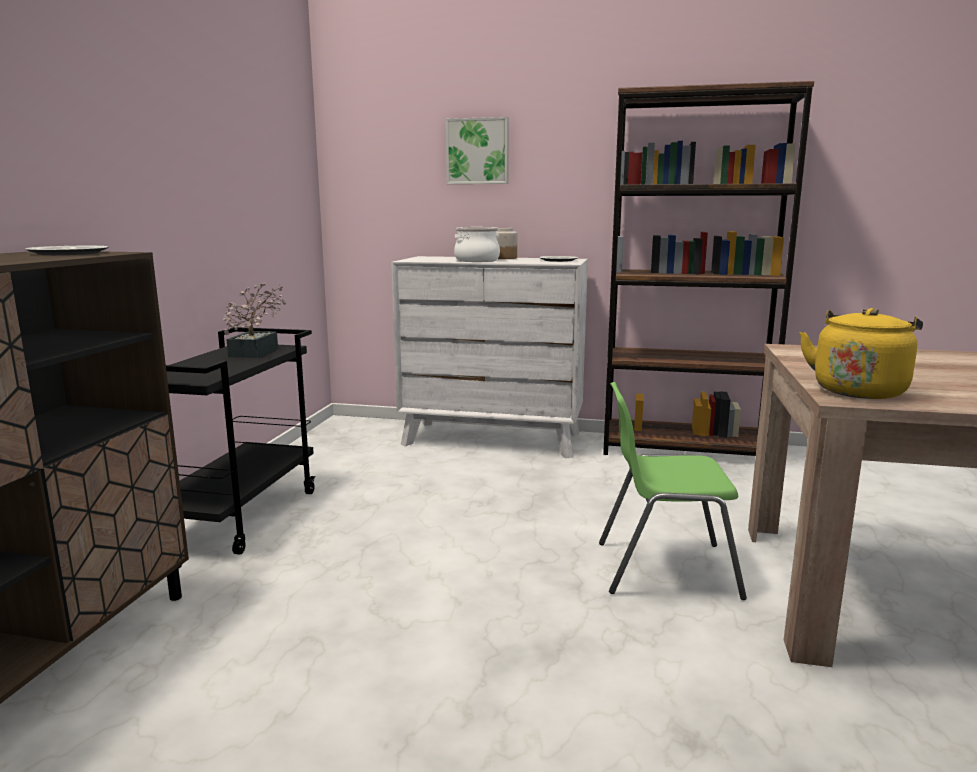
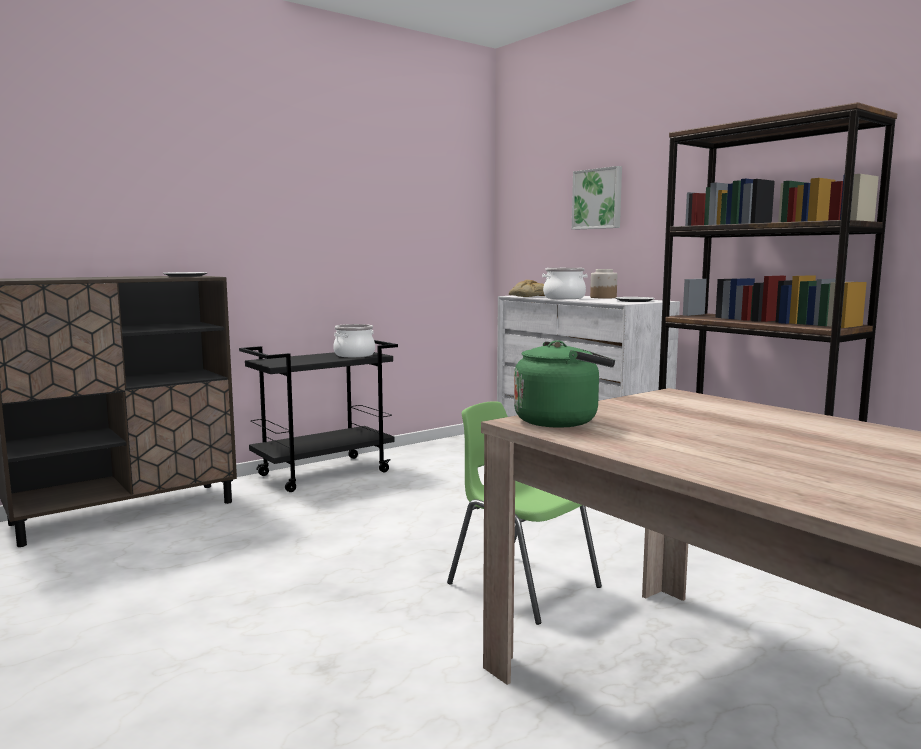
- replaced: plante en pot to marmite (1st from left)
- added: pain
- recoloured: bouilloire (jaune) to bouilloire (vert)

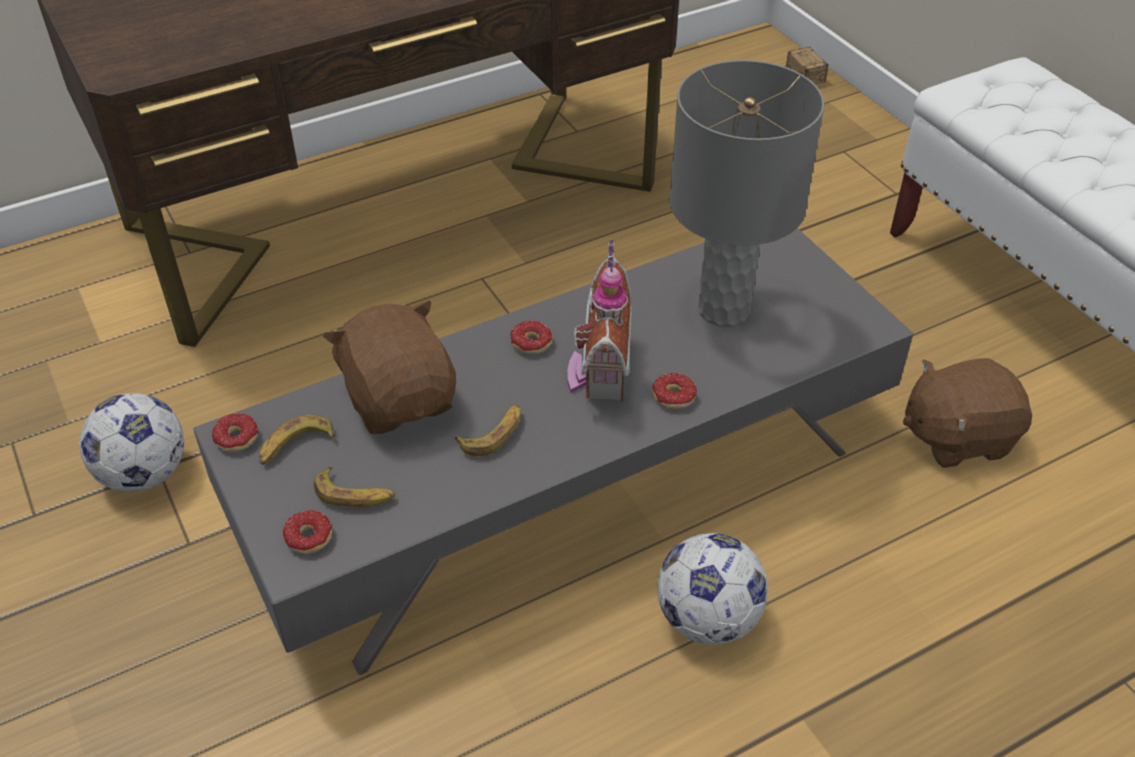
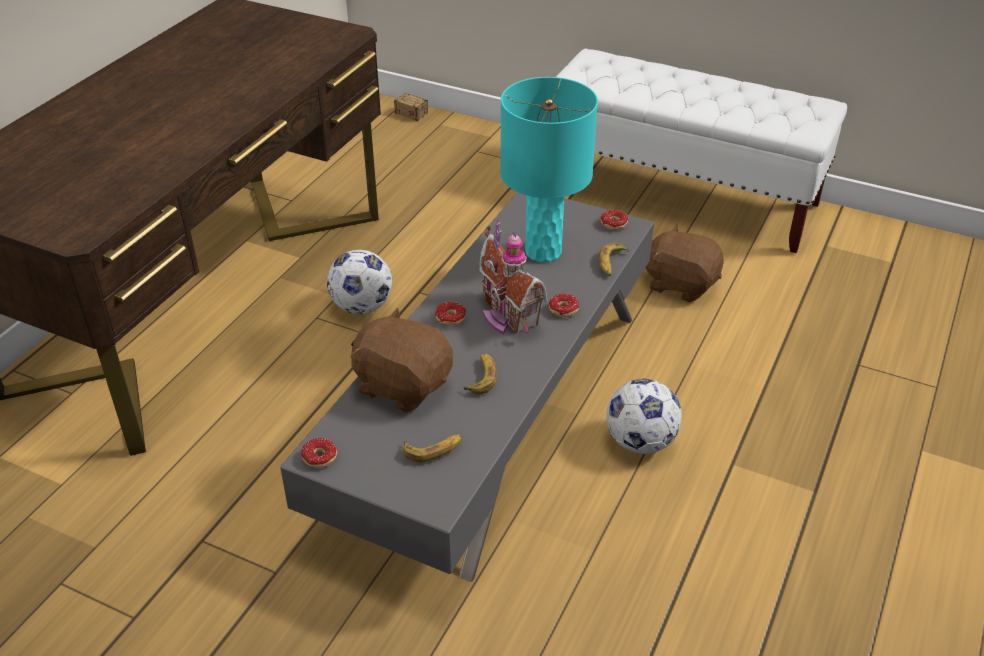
- moved: ballon de foot (1st from left)
- recoloured: lampe de table (gris) to lampe de table (turquoise)
- moved: banane (1st from left in the first image) to banane (3rd from left)
- moved: beignet (2nd from left in the first image) to beignet (4th from left)
- turned: peluche (marron) (2nd from left) 75 degrees clockwise

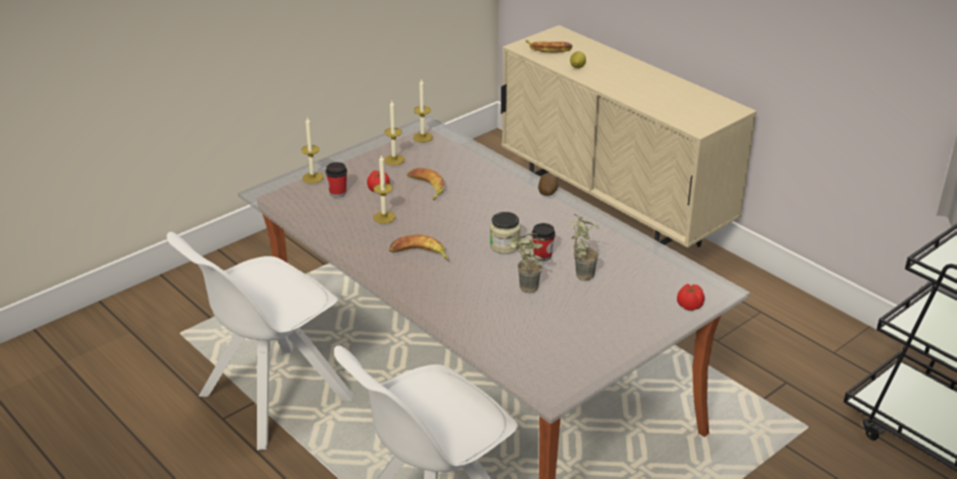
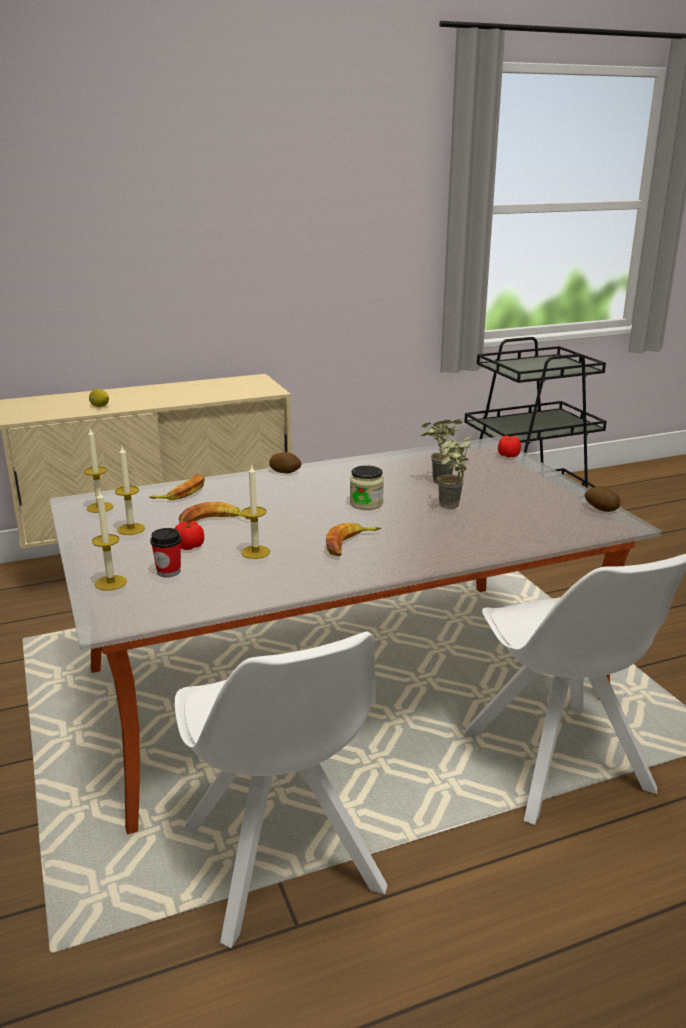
- moved: banane (3rd from left in the first image) to banane (1st from left)
- added: pomme de terre (2nd from left)
- removed: tasse (2nd from left)

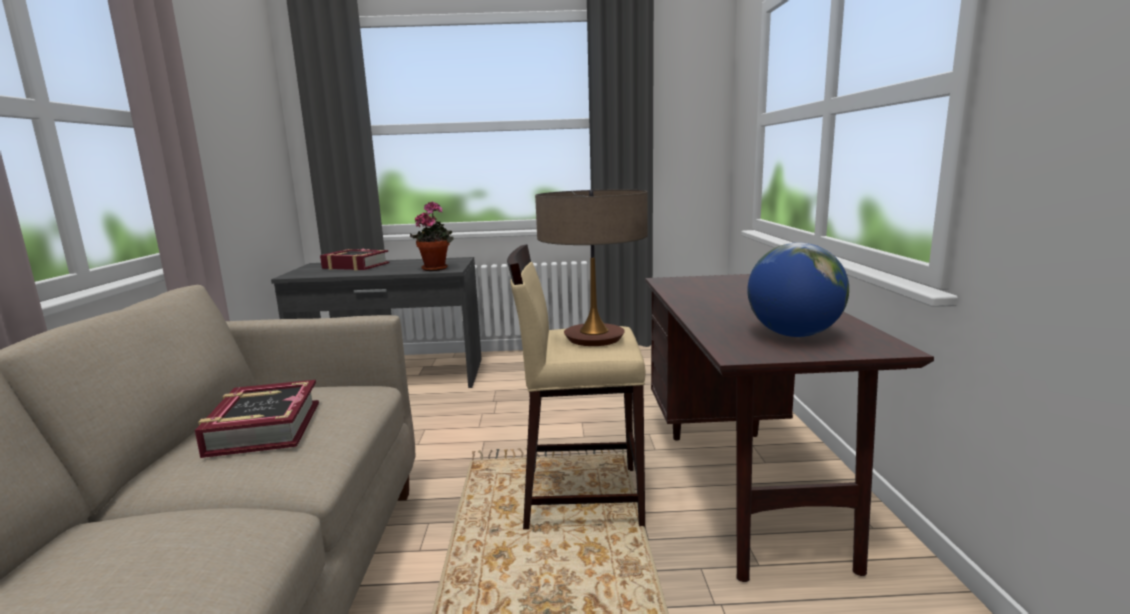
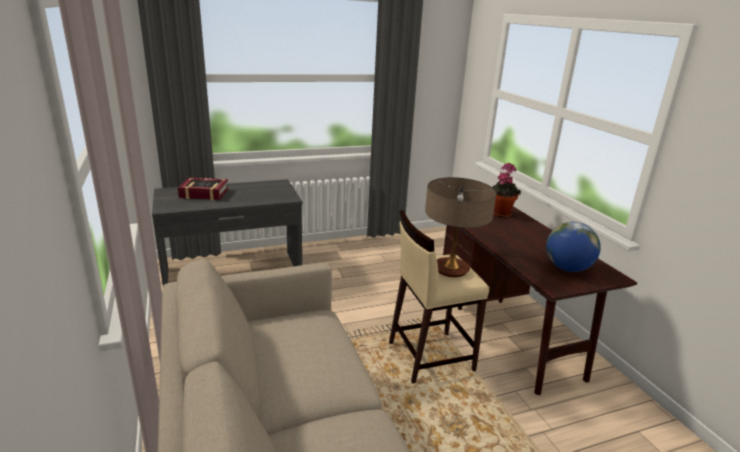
- moved: plante en pot
- removed: livre (1st from left)

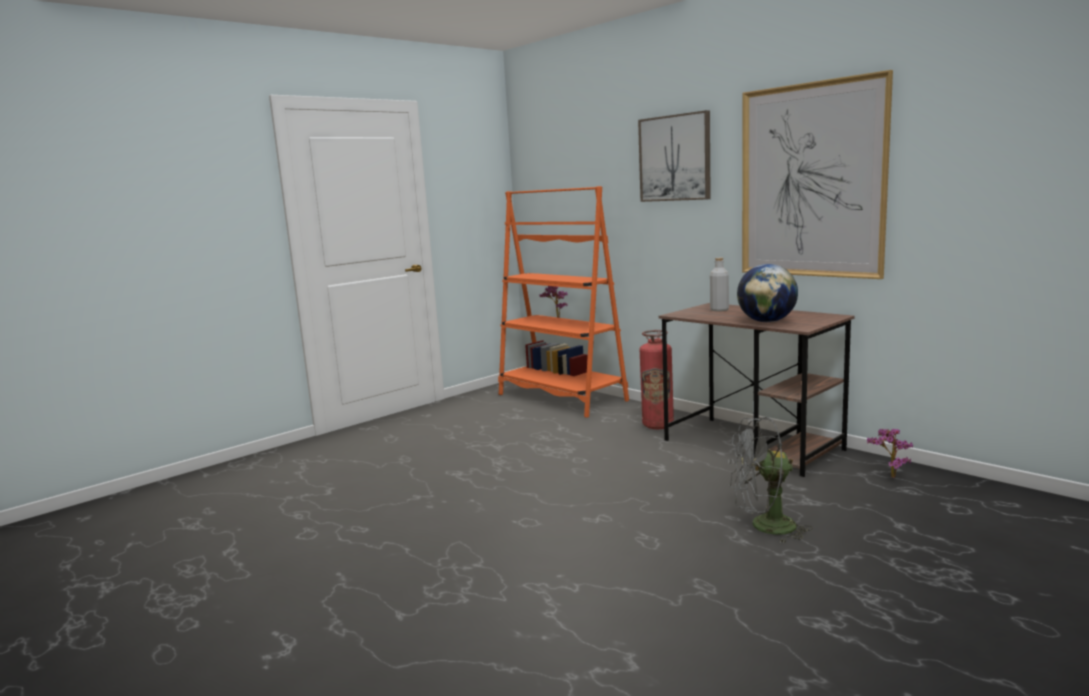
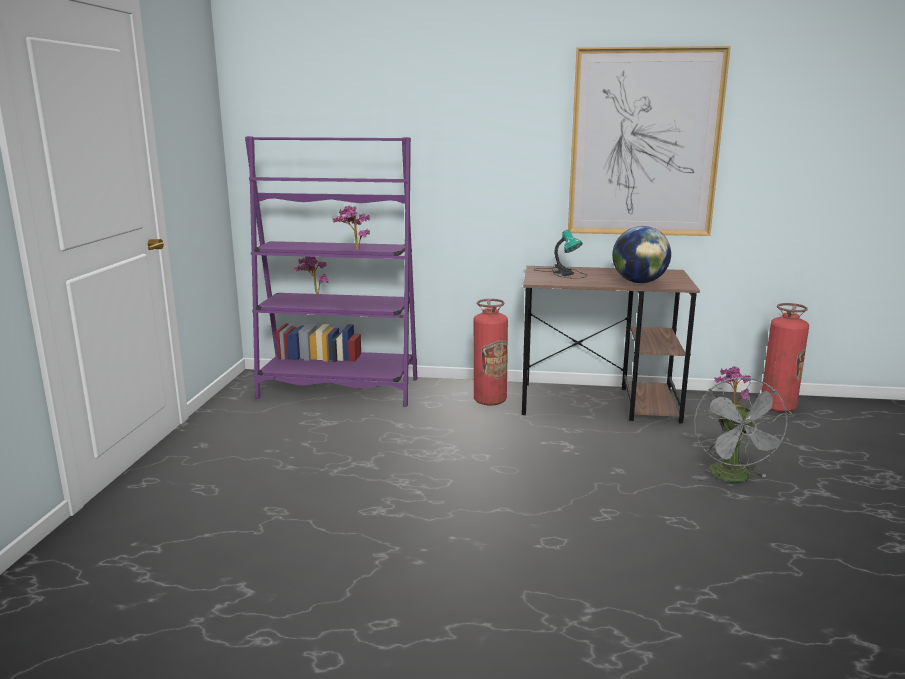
- recoloured: bibliothèque (orange) to bibliothèque (violet)
- added: plante en pot (2nd from left)
- replaced: bouteille (gris) to lampe de table
- turned: ventilateur (gris) 45 degrees counterclockwise
- added: extincteur (2nd from left)
- removed: tableau (1st from left)

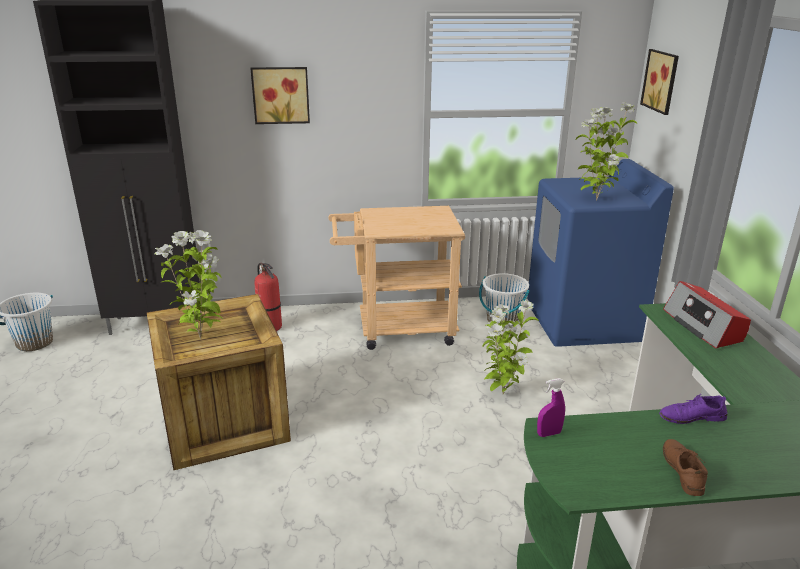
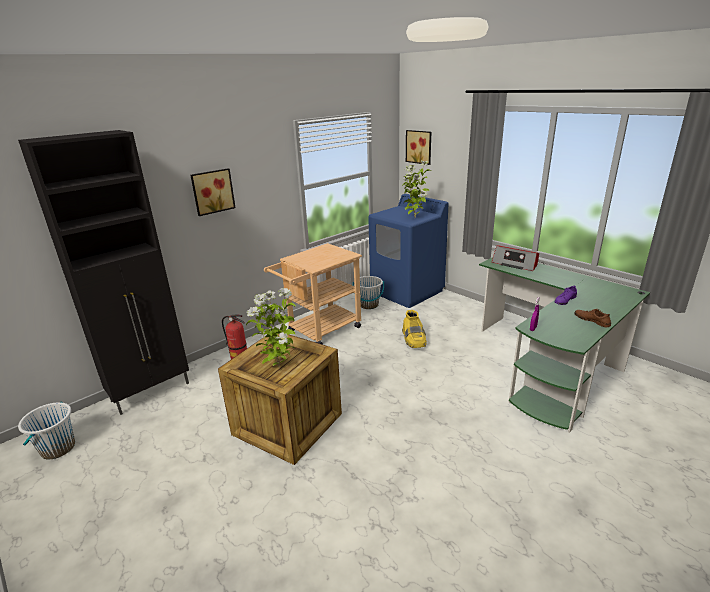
- replaced: plante en pot (2nd from left) to botte (jaune)

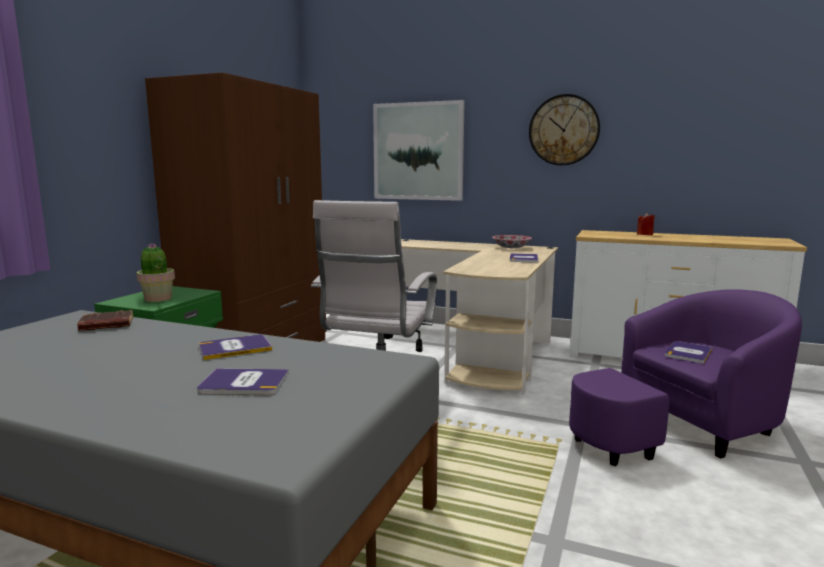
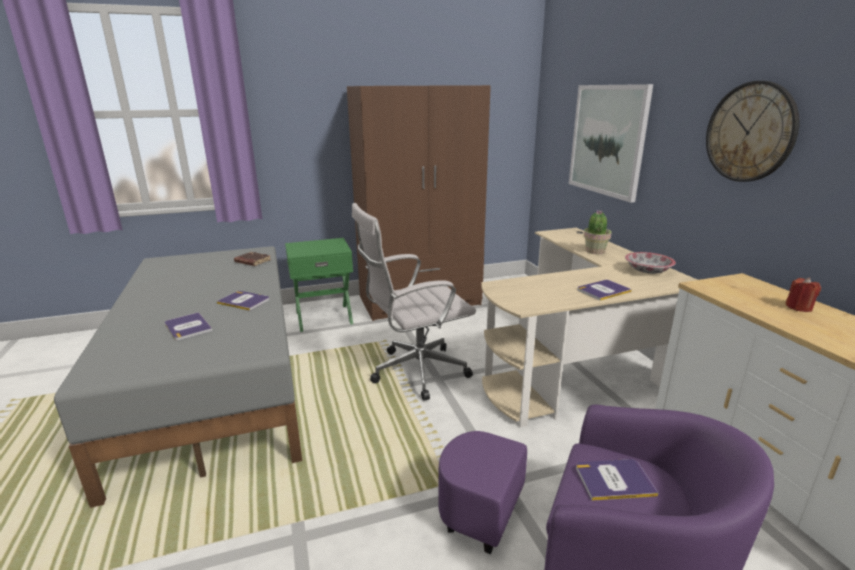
- moved: plante en pot

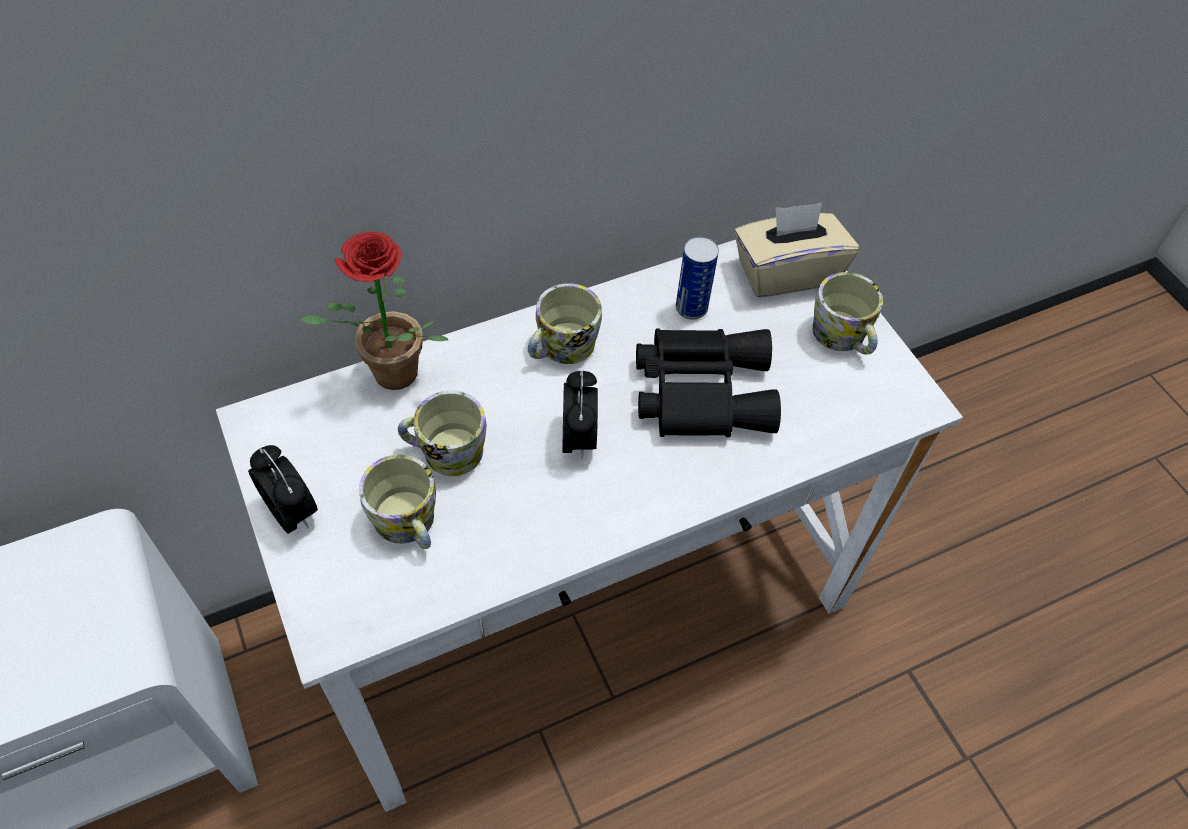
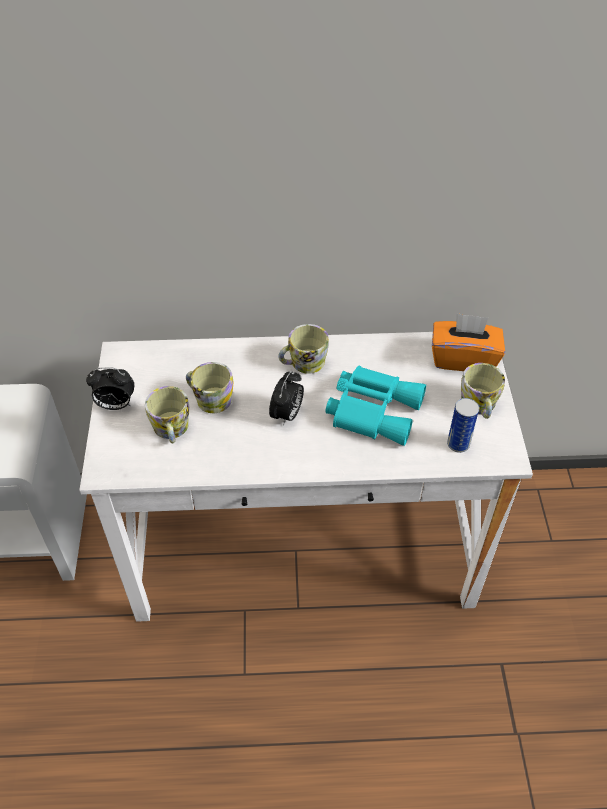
- turned: réveil (1st from left) 105 degrees clockwise
- recoloured: jumelles (noir) to jumelles (turquoise)
- recoloured: boîte à mouchoirs (beige) to boîte à mouchoirs (orange)
- moved: boîte métallique
- removed: plante en pot

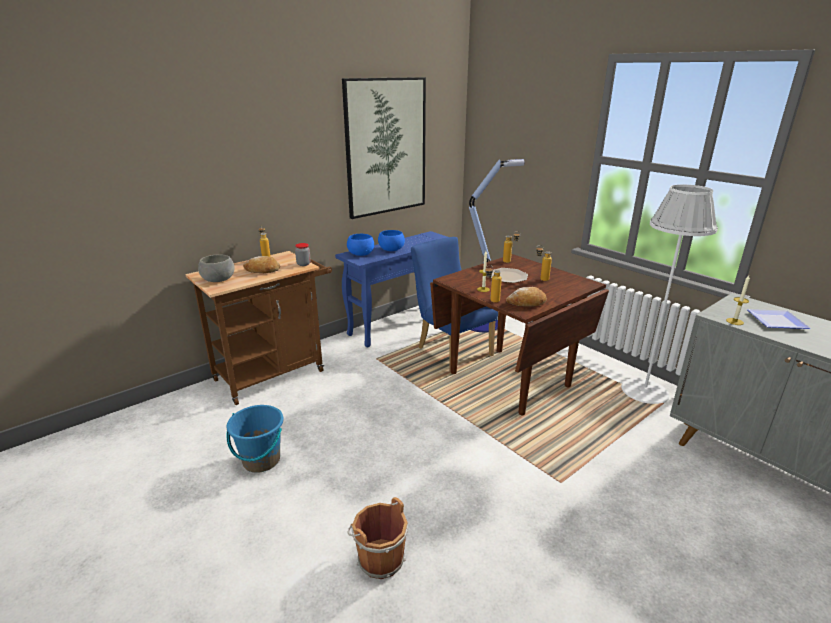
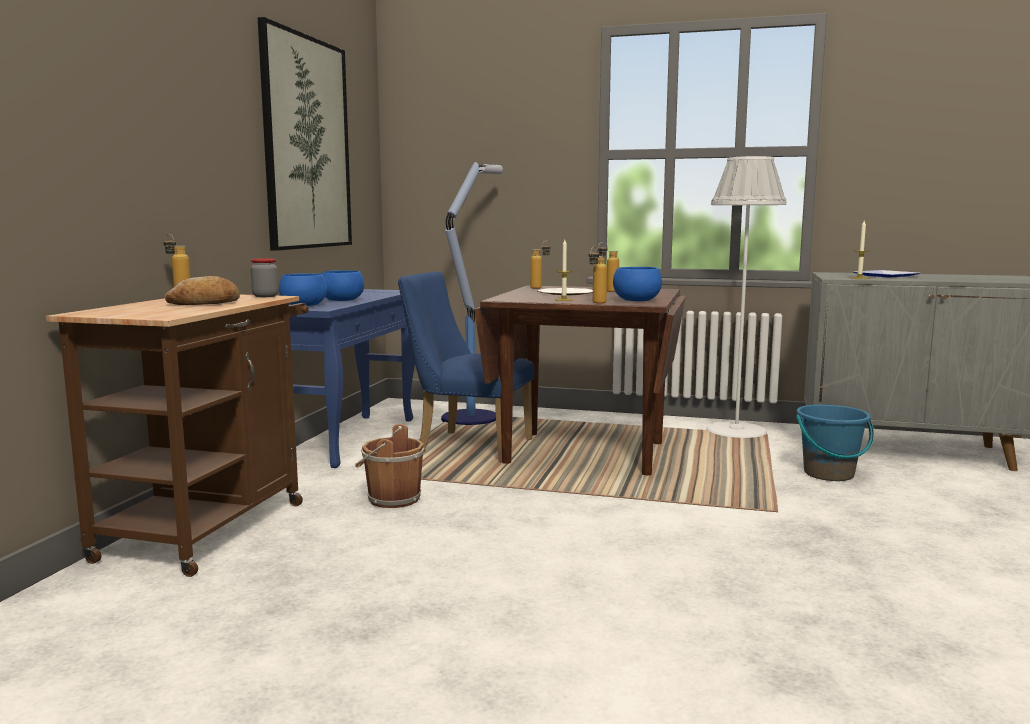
- moved: seau (marron)
- replaced: pain (2nd from left) to bol (bleu) (3rd from left)
- moved: seau (bleu)
- removed: bol (gris)

